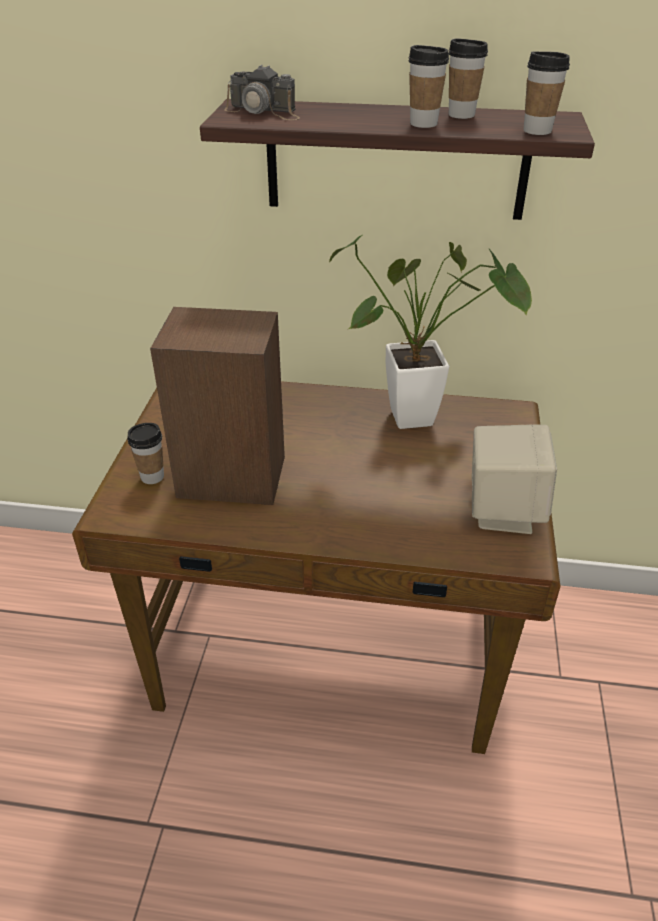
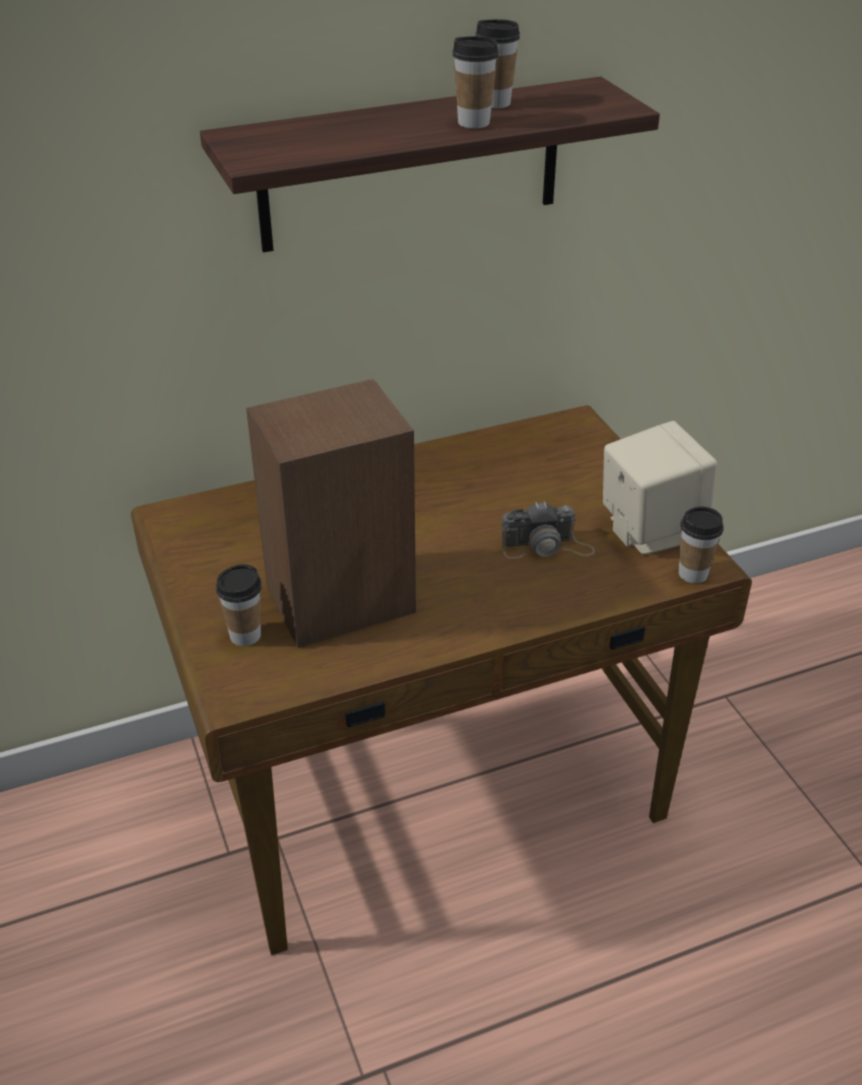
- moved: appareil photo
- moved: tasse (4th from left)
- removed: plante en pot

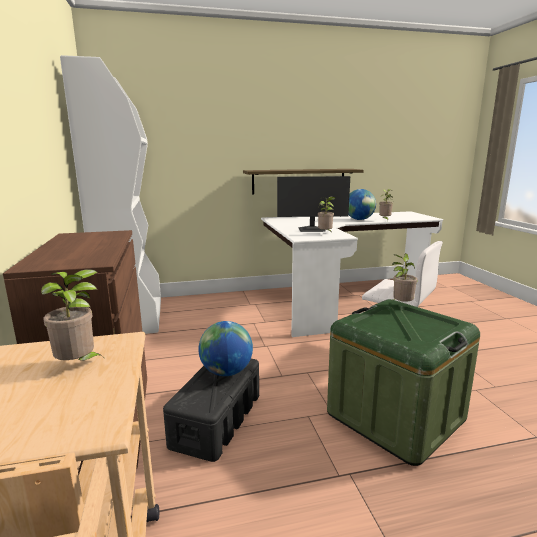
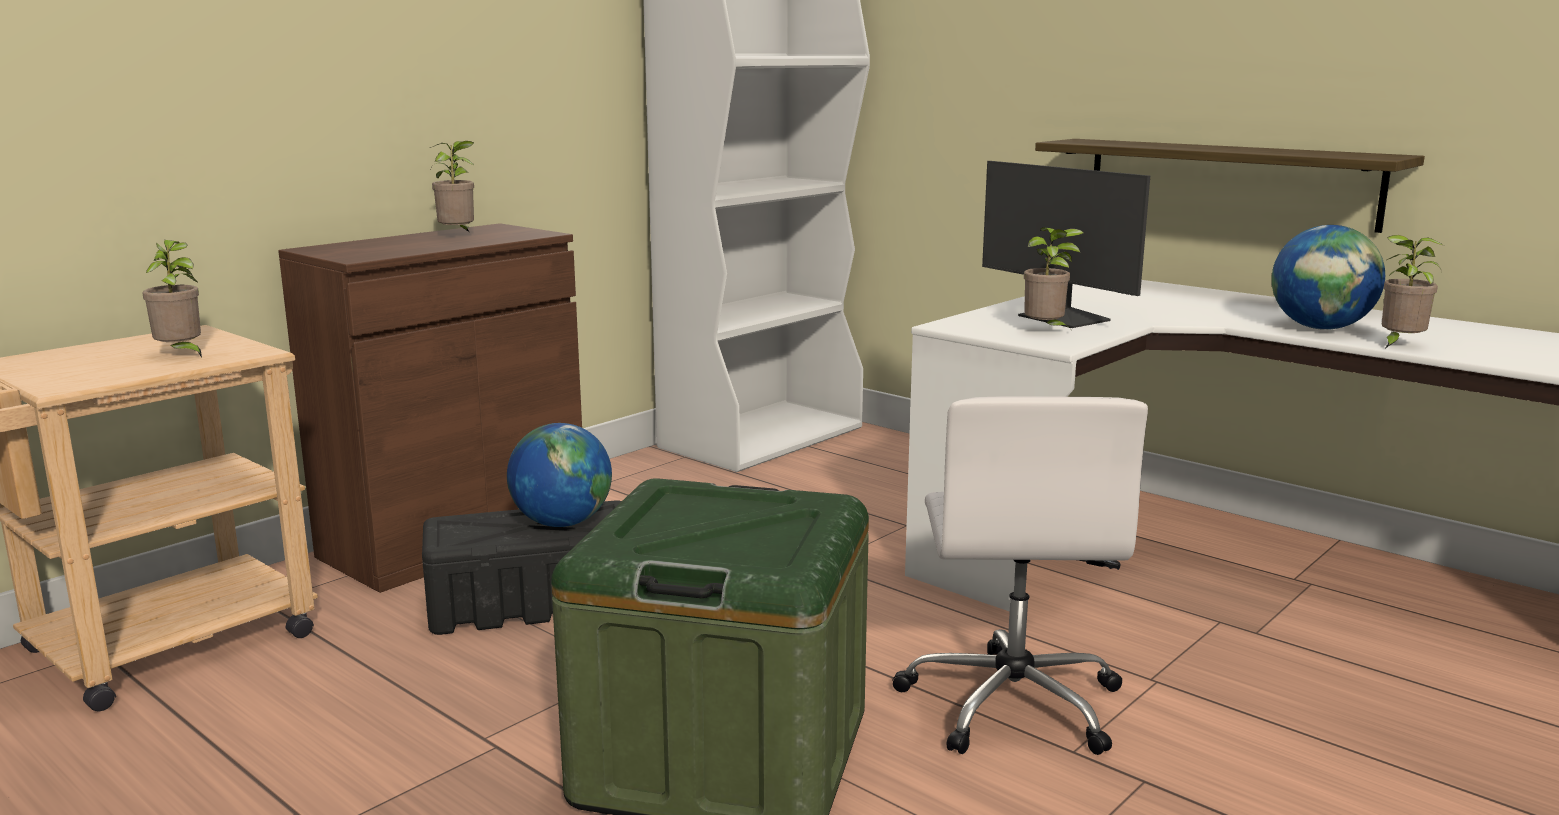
- moved: plante en pot (4th from left in the first image) to plante en pot (2nd from left)

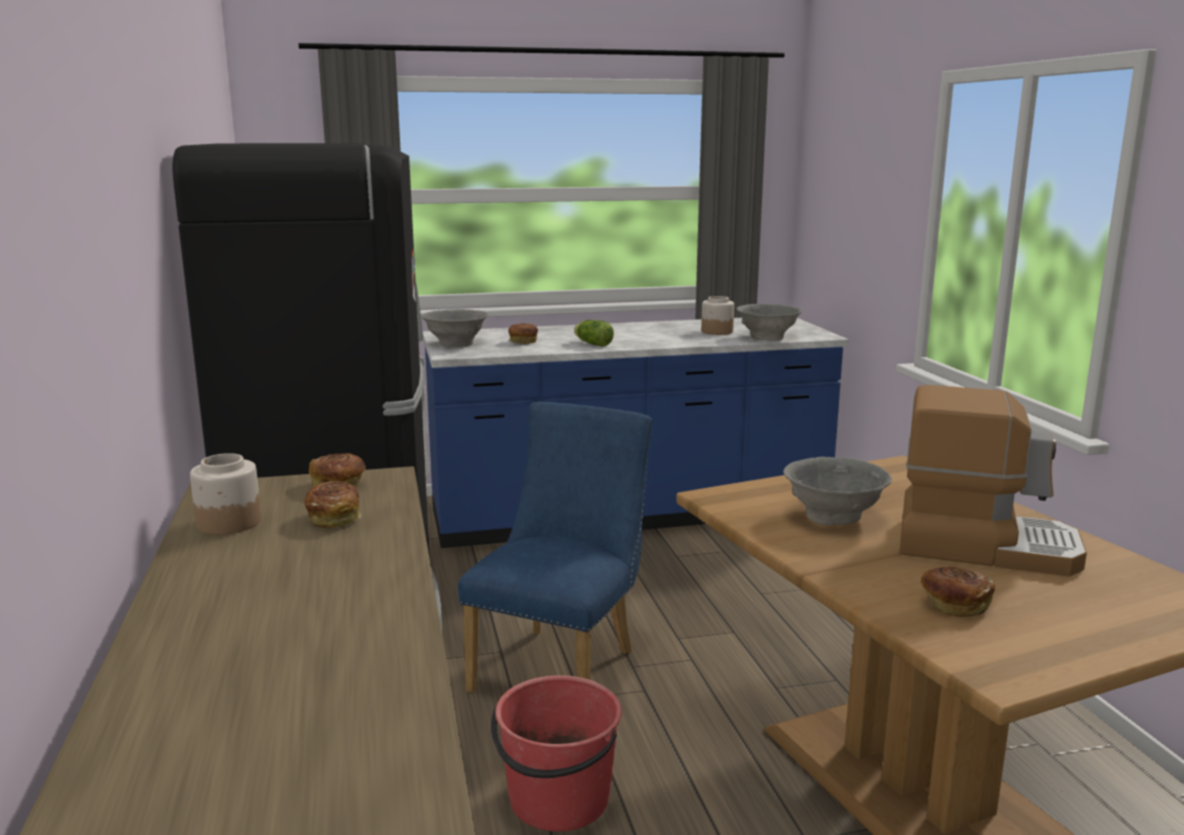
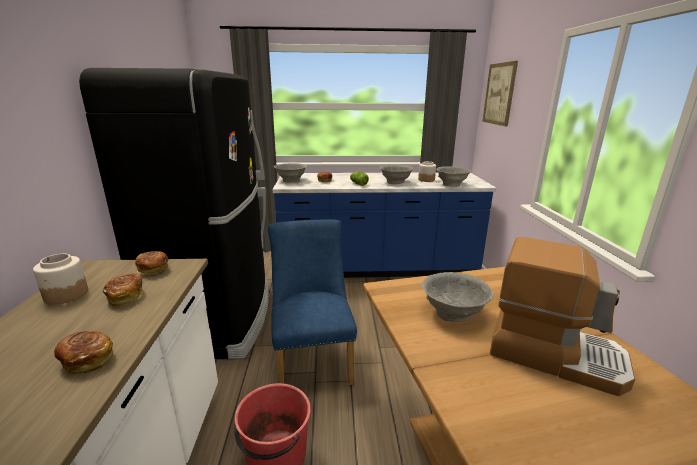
- moved: pain (4th from left in the first image) to pain (1st from left)
- turned: chaise (bleu) 45 degrees counterclockwise
- added: bol (gris) (2nd from left)
- added: tableau

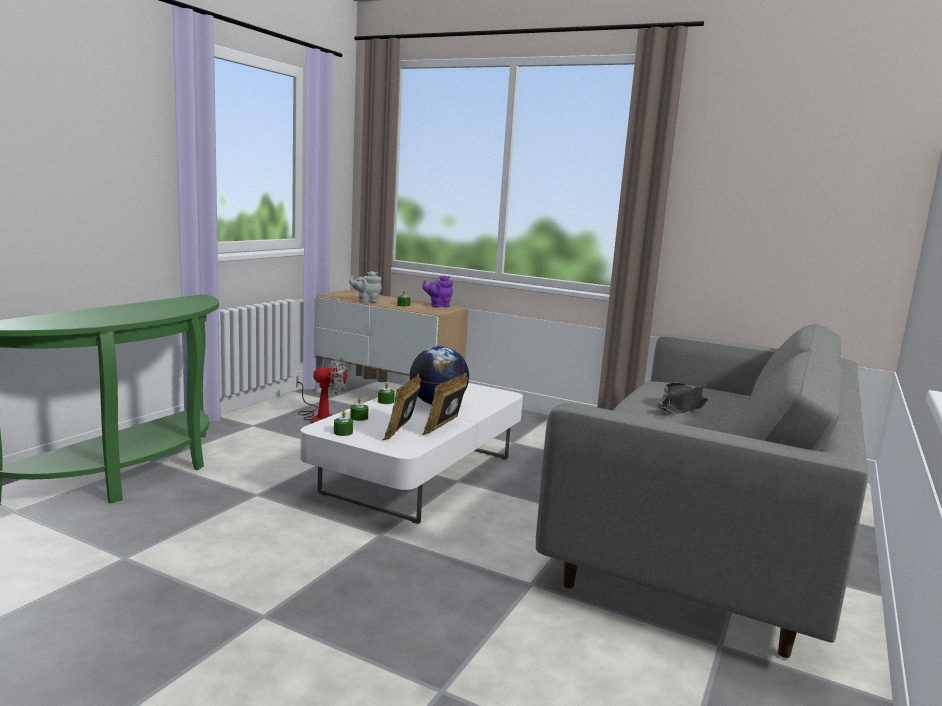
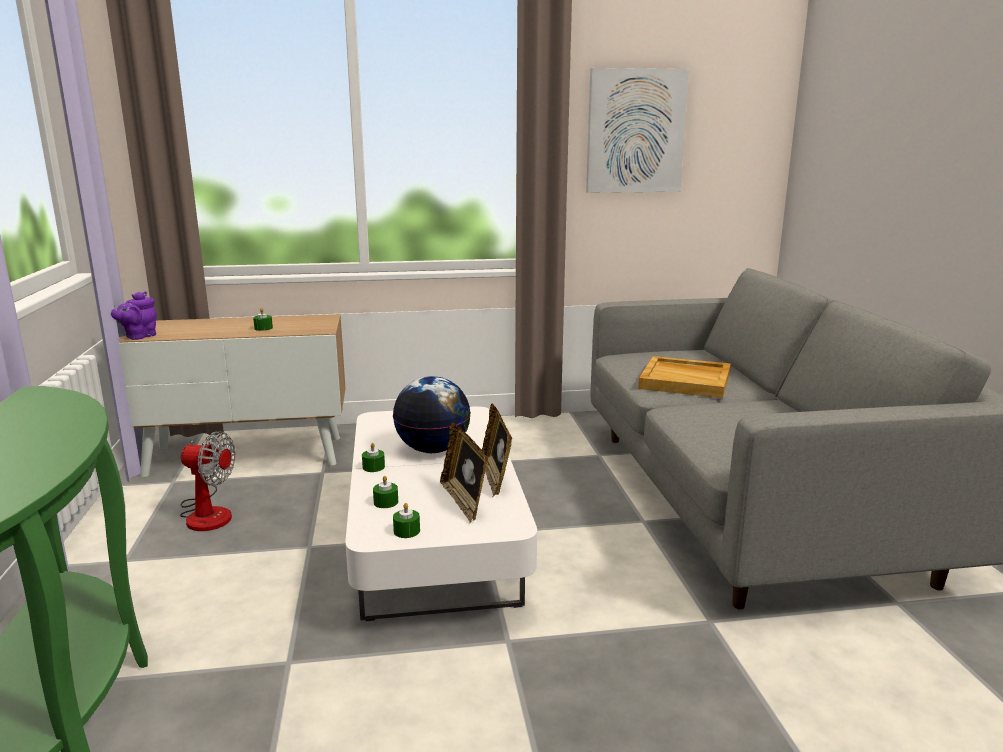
- moved: théière (violet)
- turned: ventilateur 45 degrees clockwise
- added: tableau
- replaced: chapeau (noir) to plateau (beige)
- removed: théière (gris)

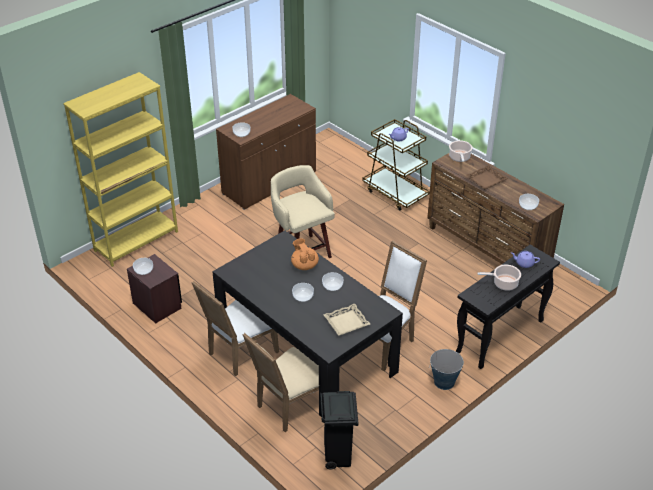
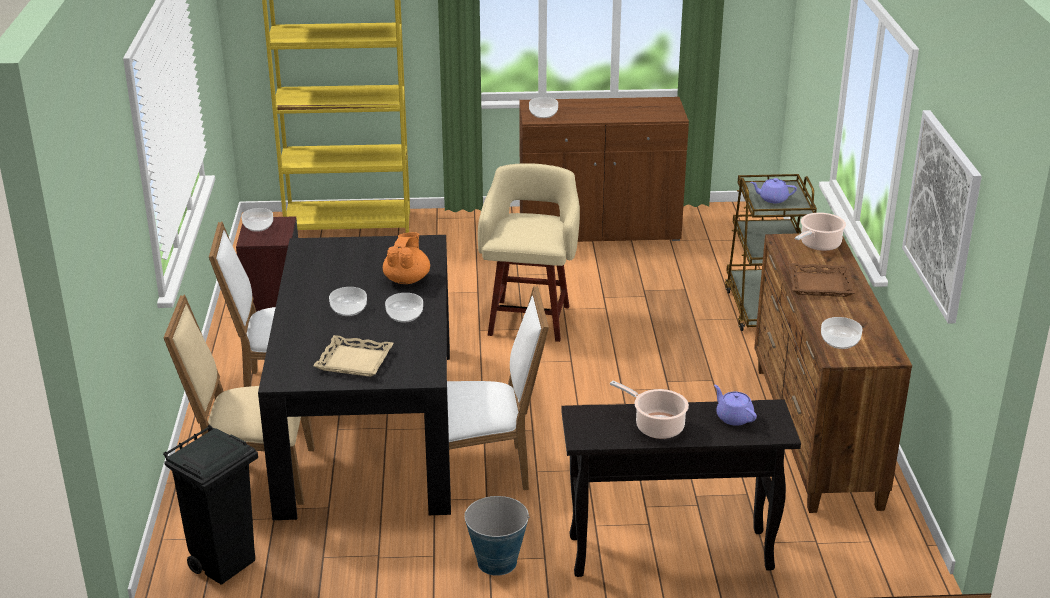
- added: tableau

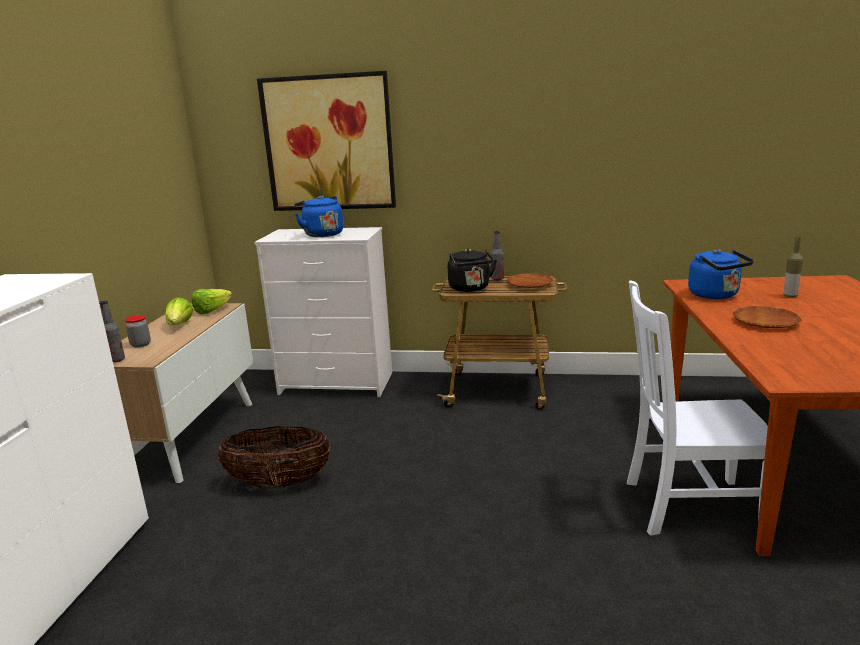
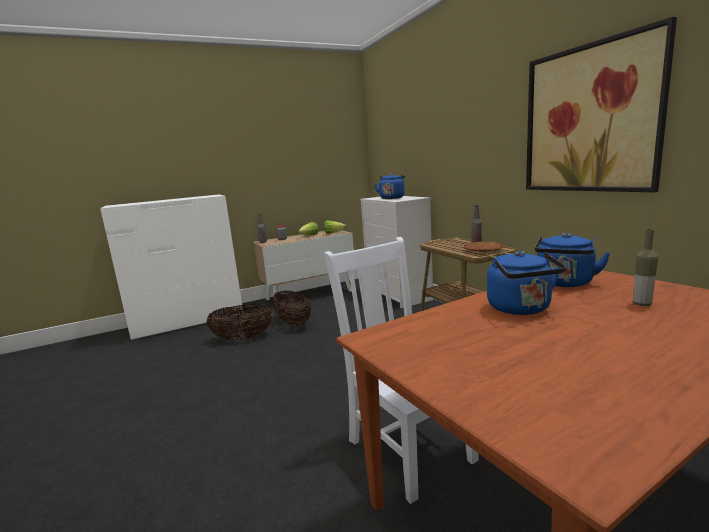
- added: panier (1st from left)
- replaced: assiette (marron) (2nd from left) to bouilloire (bleu) (2nd from left)
- moved: tableau
- removed: bouilloire (noir)

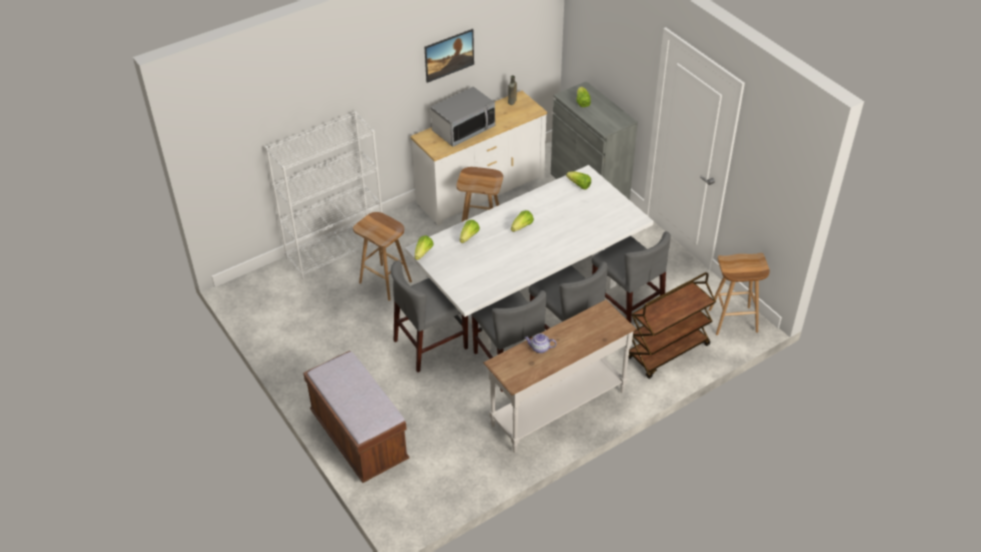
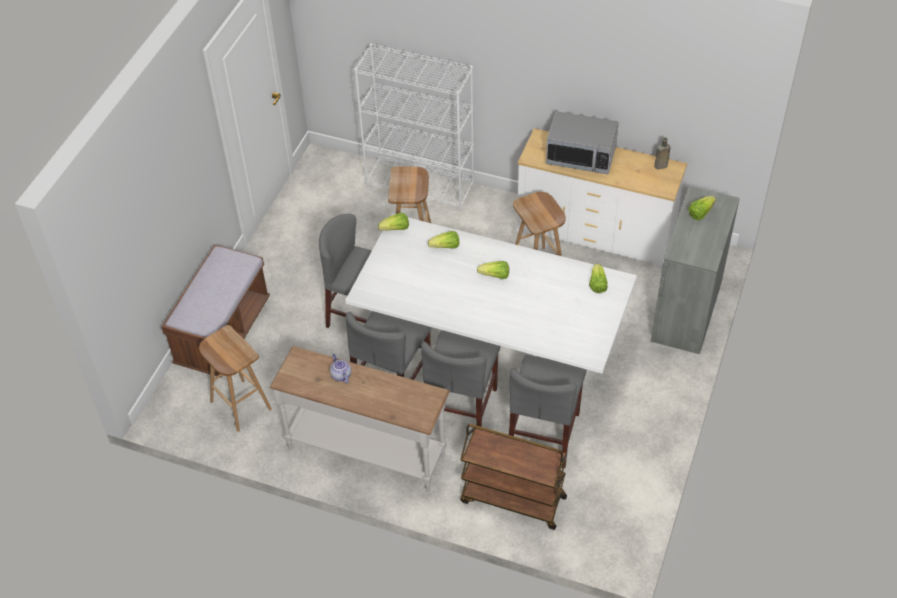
- moved: tabouret (marron) (3rd from left in the first image) to tabouret (marron) (1st from left)
- removed: tableau

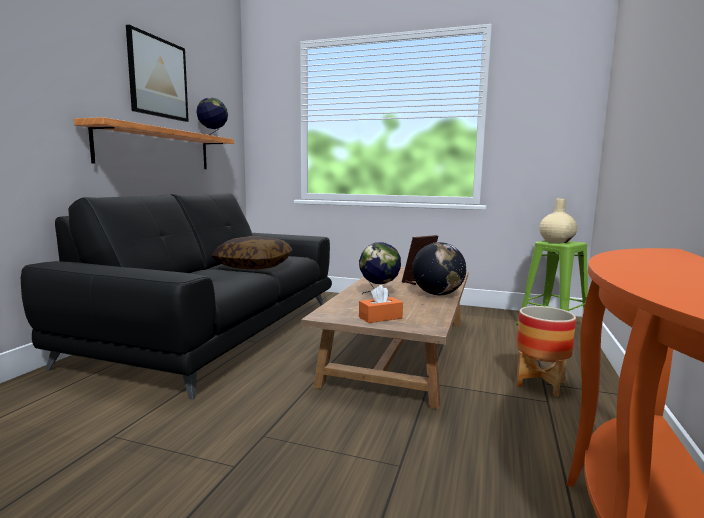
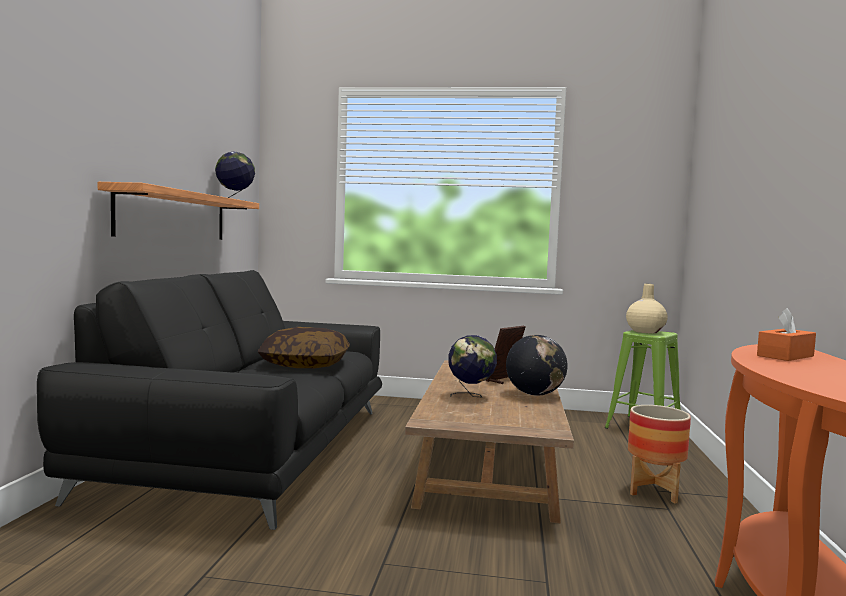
- moved: boîte à mouchoirs (orange)
- removed: tableau

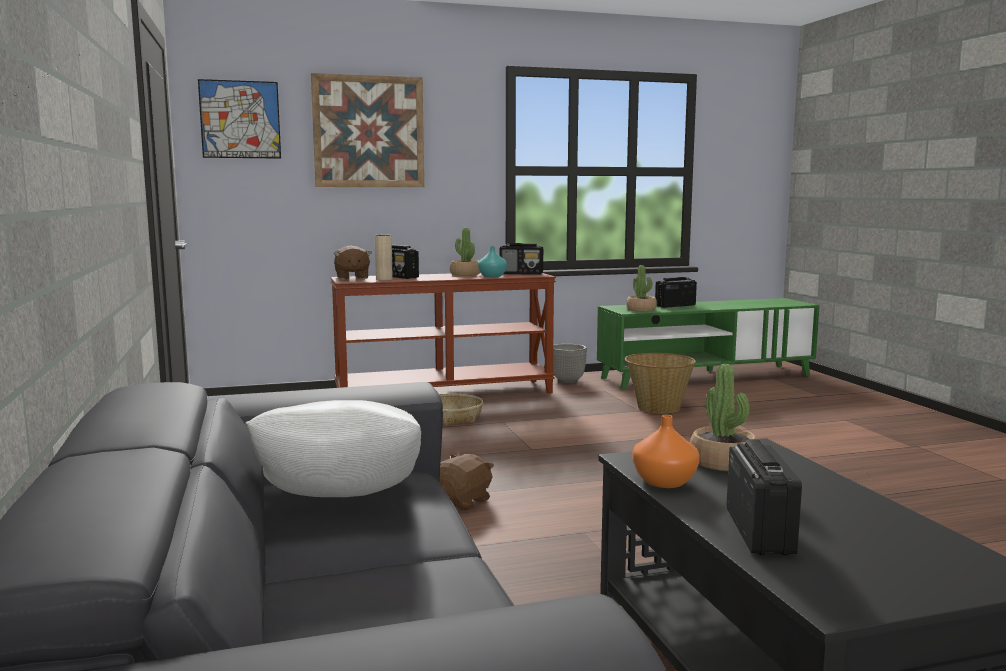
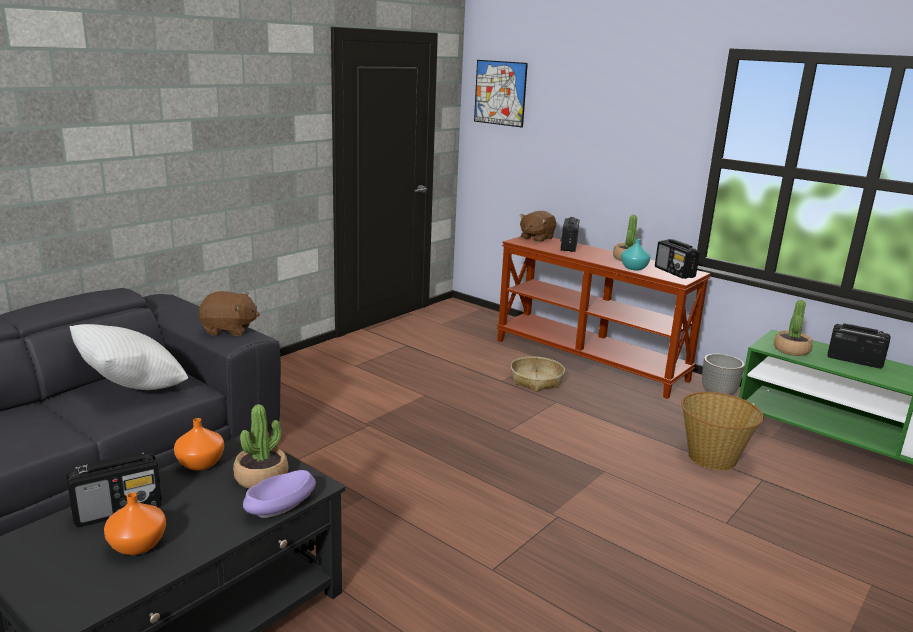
- added: vase (orange) (1st from left)
- moved: peluche (marron) (2nd from left in the first image) to peluche (marron) (1st from left)
- added: bol (violet)
- removed: tableau (2nd from left)
- removed: vase (beige)

